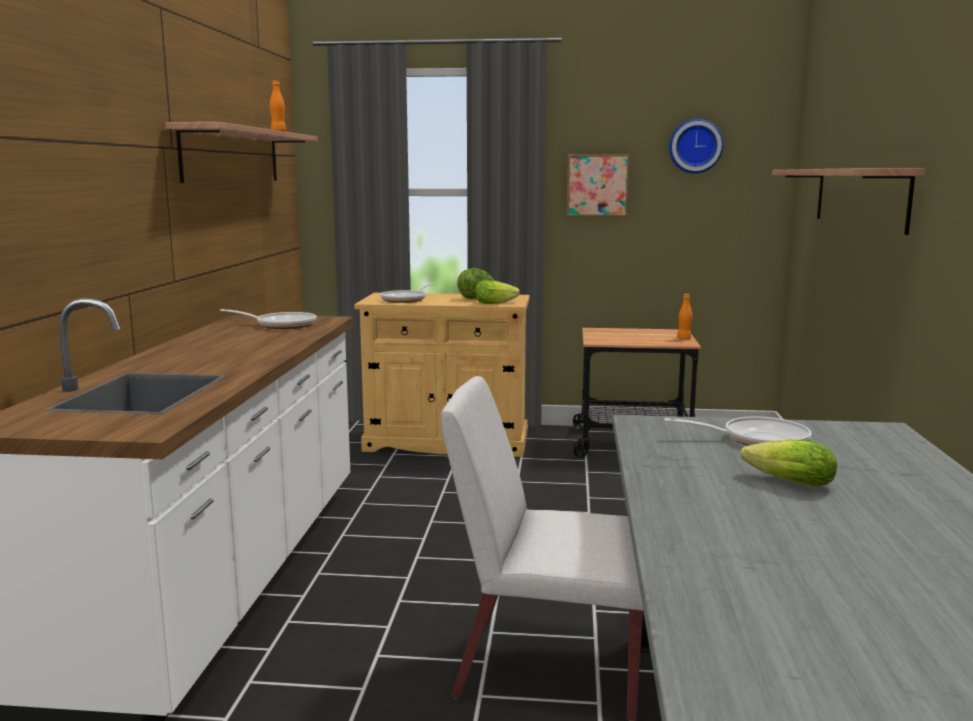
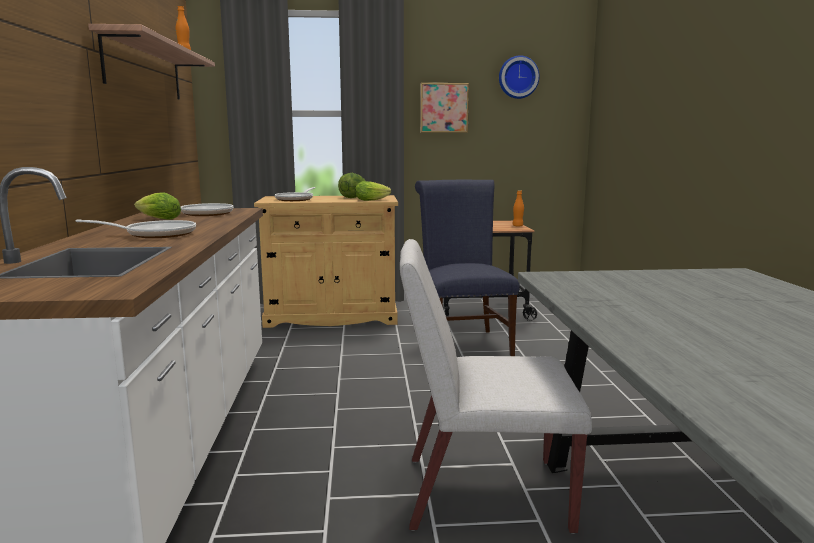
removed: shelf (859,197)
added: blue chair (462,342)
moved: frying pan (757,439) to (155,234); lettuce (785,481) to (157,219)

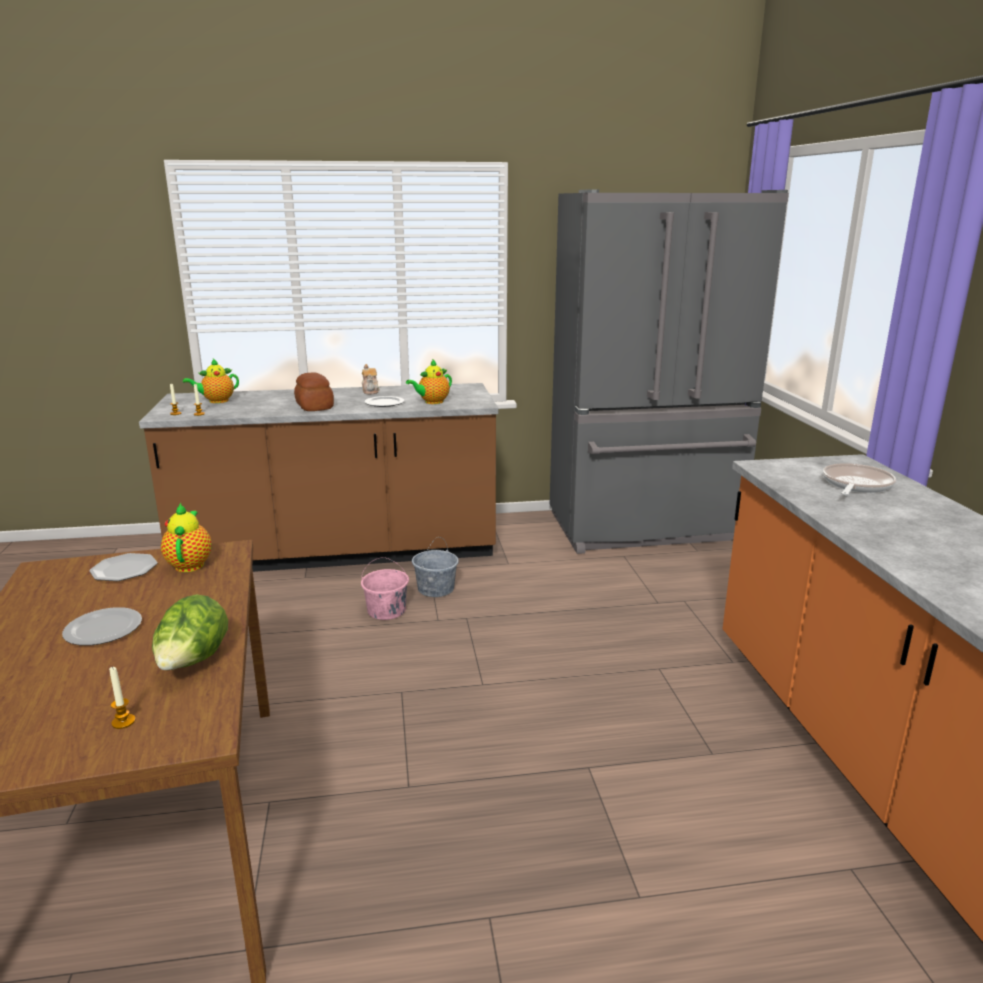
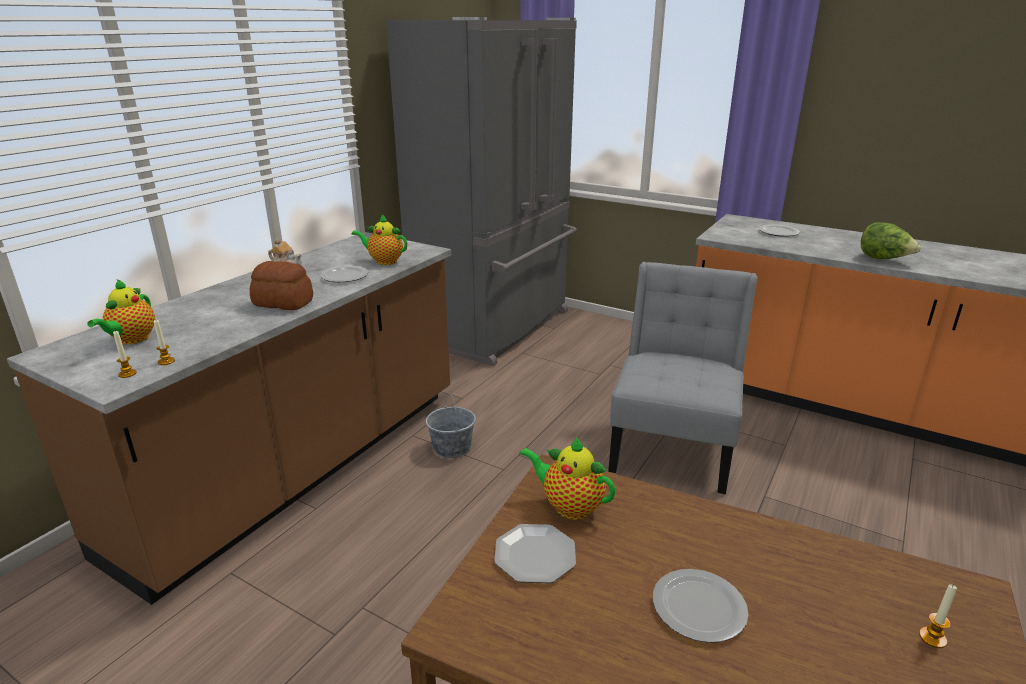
removed: pink bucket (387,611)
added: grey chair (673,445)
moved: lettuce (193,663) to (883,259)
replaced: frying pan (855,485) to plate (778,232)
turned: teapot (432,402) = (384,261) 105 degrees clockwise

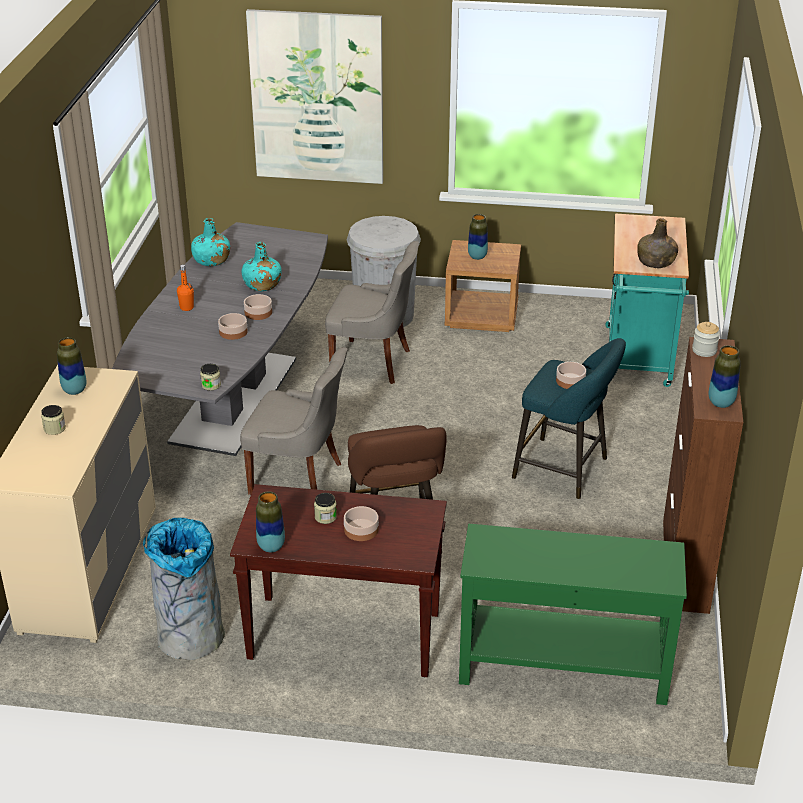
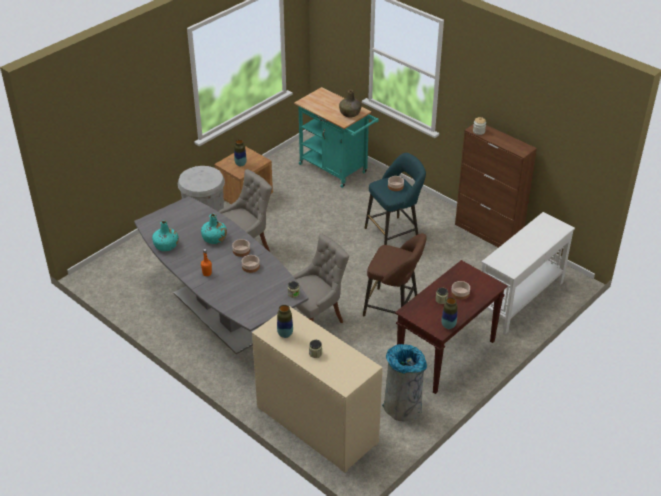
removed: picture (317,98); vase (721,403)
recoloured: green console table (562,667) to white console table (519,299)

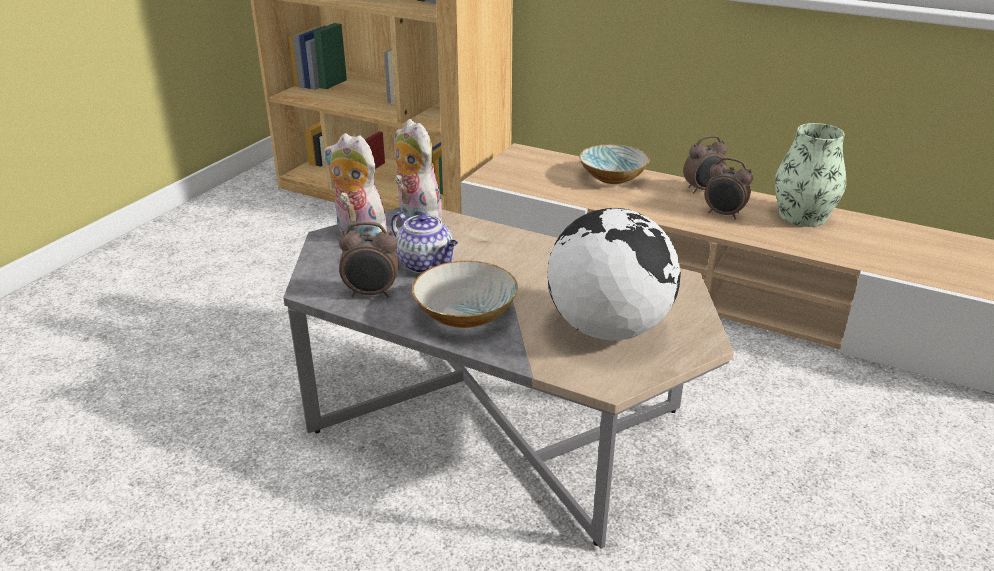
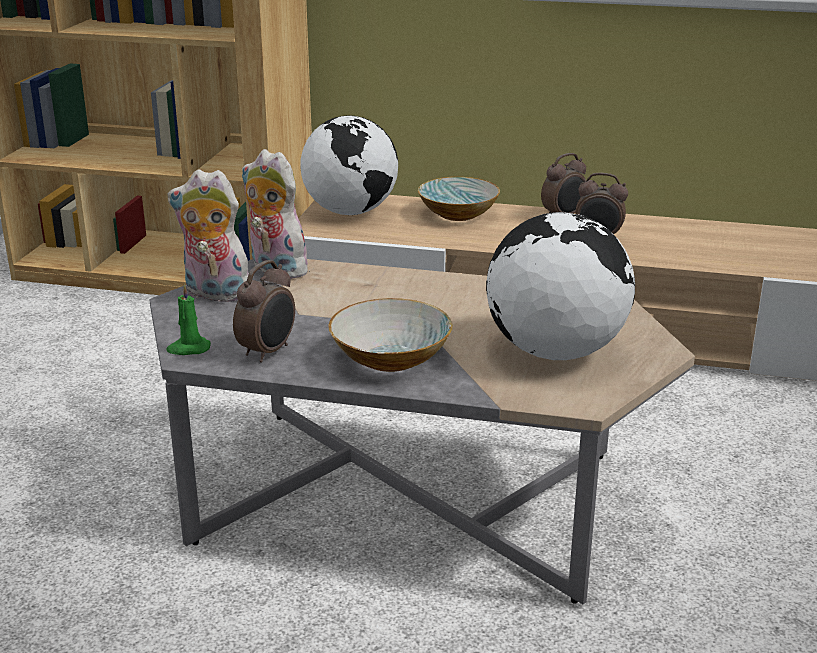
removed: vase (802,216); teapot (426,264)
added: globe (350,212); green candle (188,349)
turned: alarm clock (371,294) = (268,352) 45 degrees counterclockwise

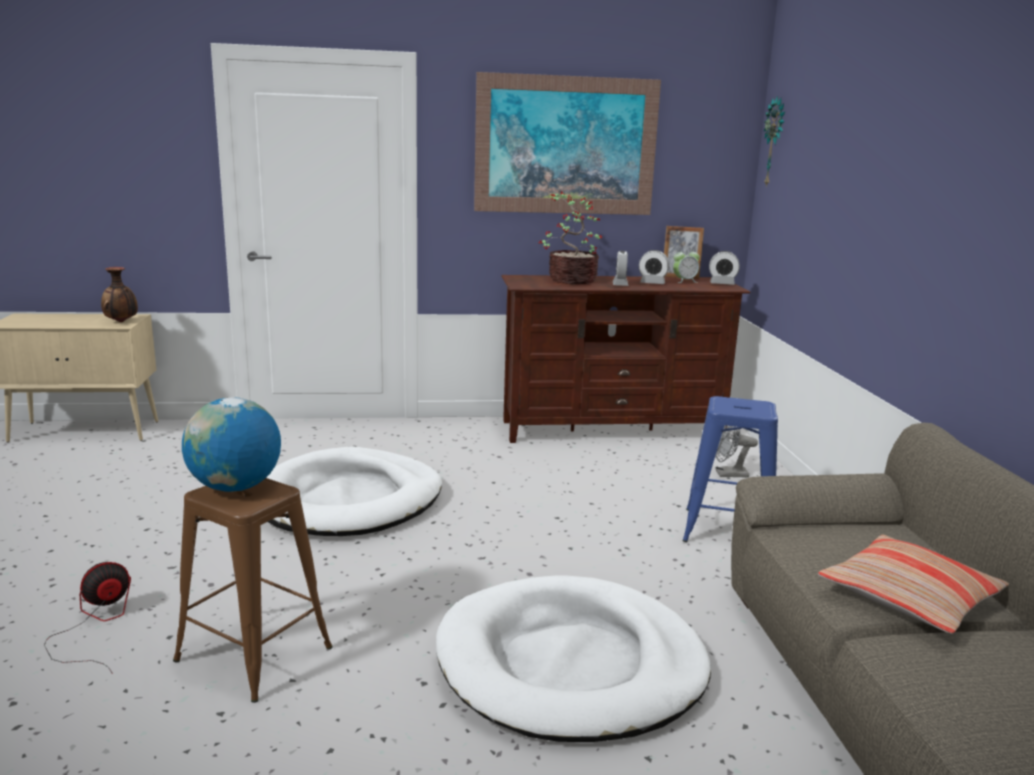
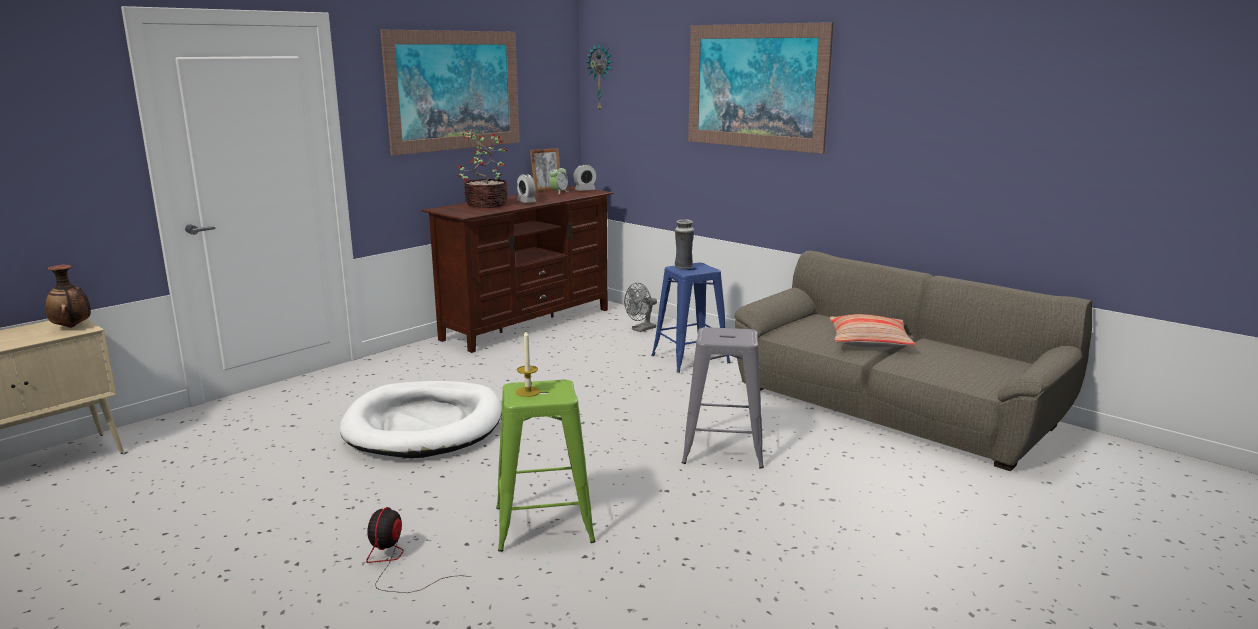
removed: alarm clock (652,283)
added: picture (755,86); vase (683,267)
replaced: globe (235,487) to candle (528,392); white dog bed (571,664) to grey stool (722,450)
recoloured: brown stool (255,654) to green stool (545,524)

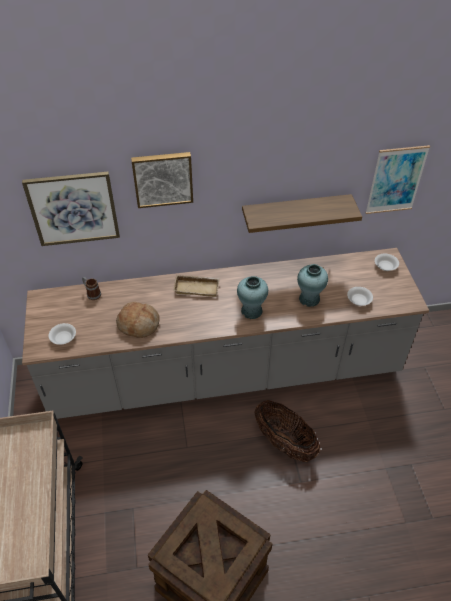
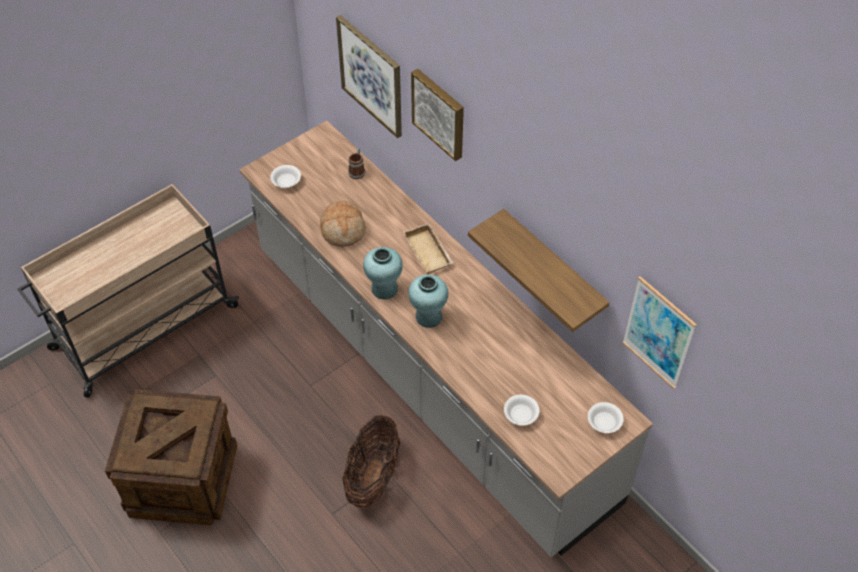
moved: turquoise vase (309,299) to (384,289)

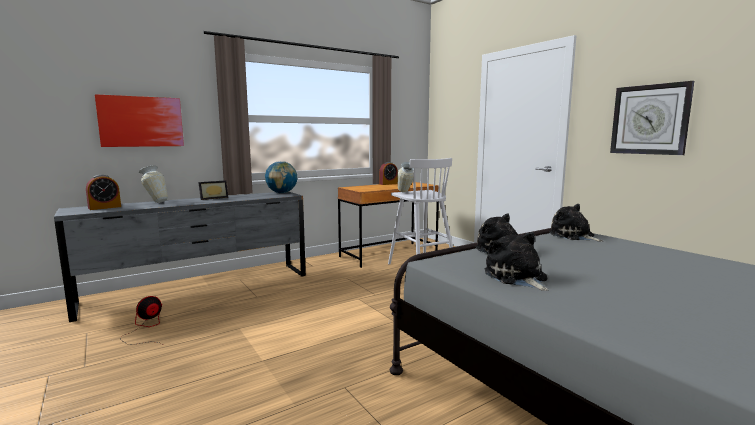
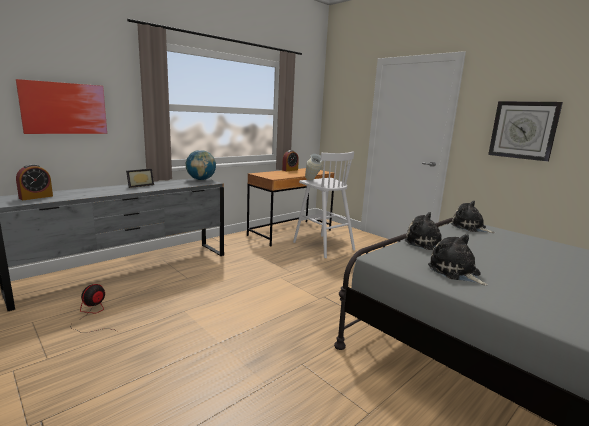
removed: vase (155,202)

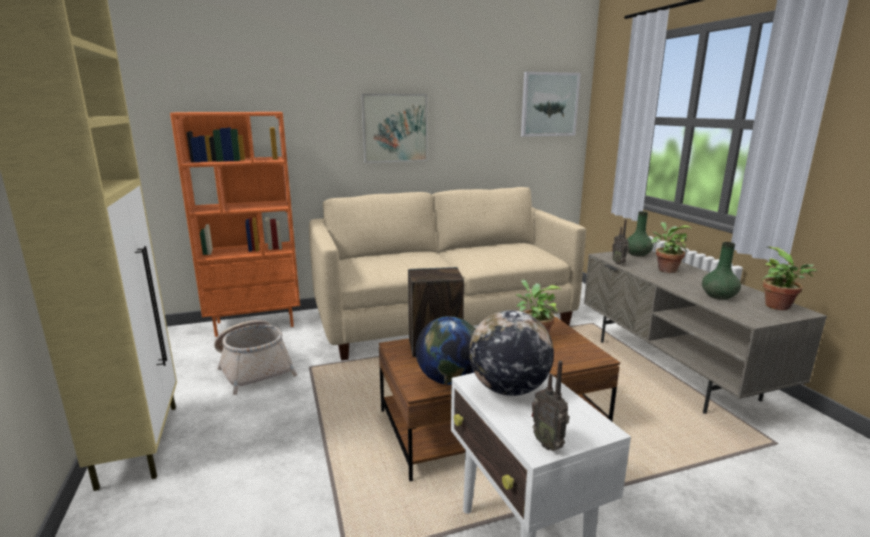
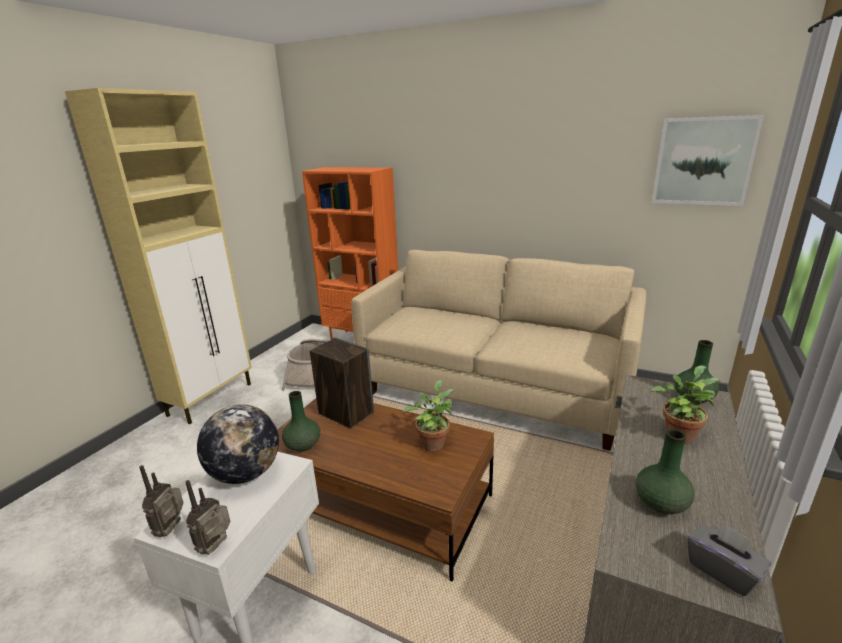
removed: picture (395,128)
moved: radio (619,263) to (218,547)
replaced: potted plant (780,307) to grey tissue box (722,570); globe (449,380) to green vase (303,445)

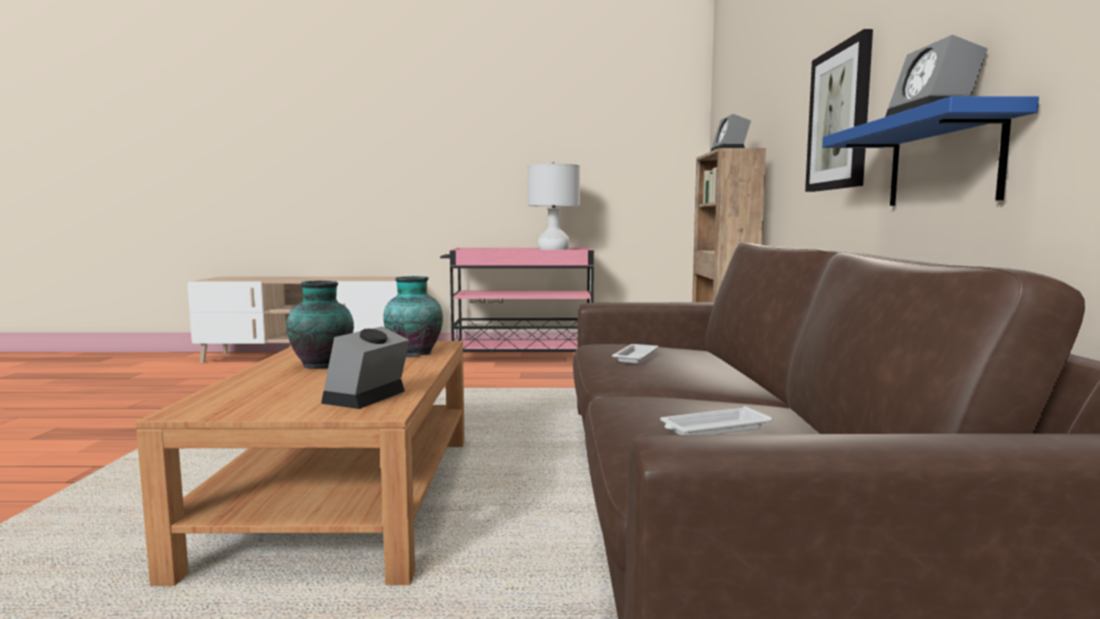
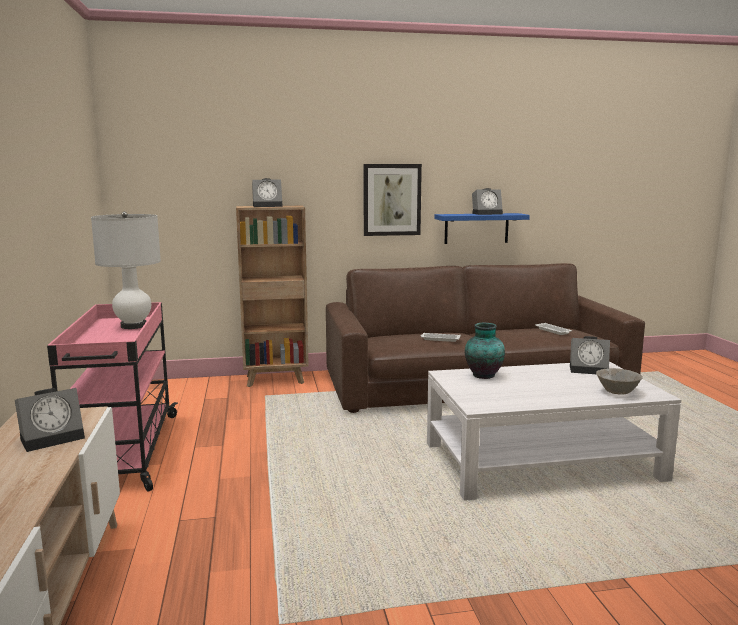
removed: vase (323,365)
added: grey bowl (617,392); alarm clock (54,437)
recoloured: brown coffee table (346,497) to white coffee table (542,461)

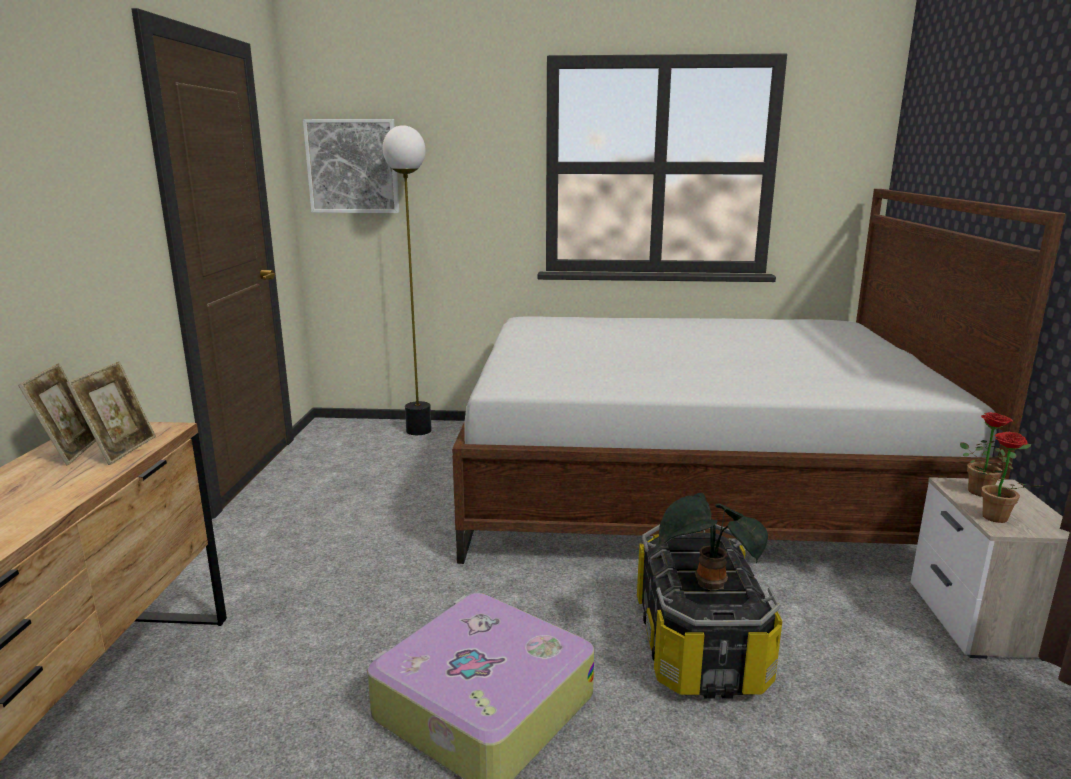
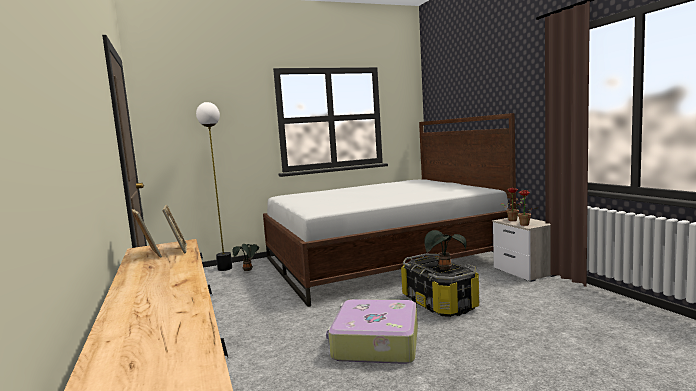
removed: picture (352,166)
added: potted plant (248,270)

